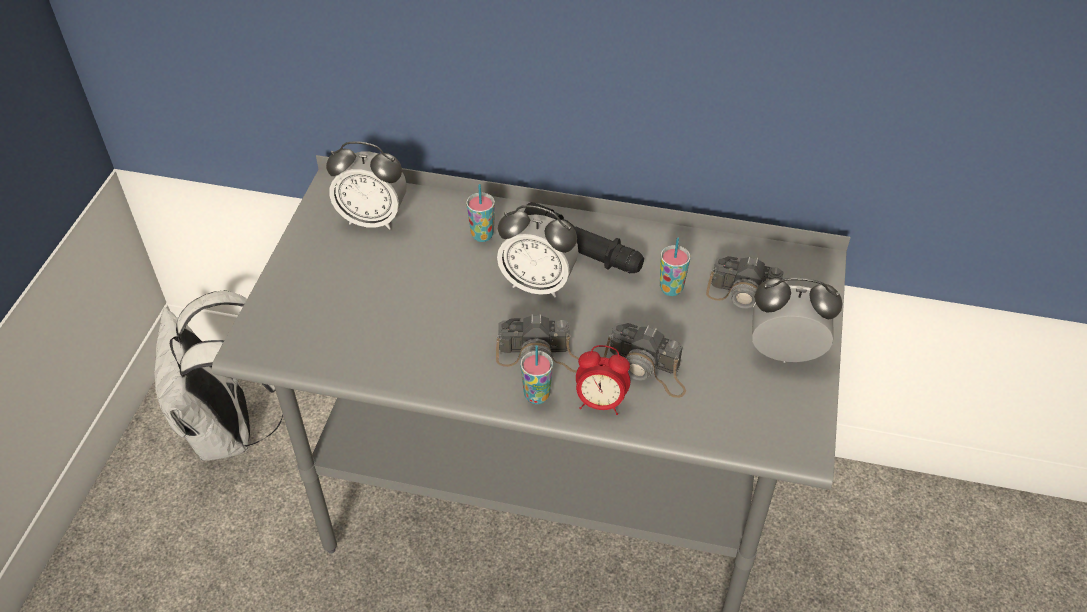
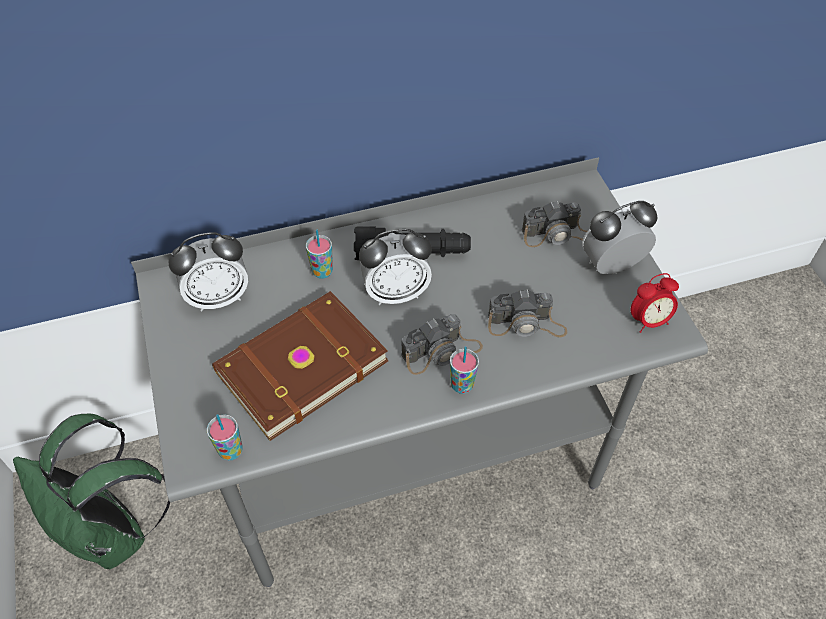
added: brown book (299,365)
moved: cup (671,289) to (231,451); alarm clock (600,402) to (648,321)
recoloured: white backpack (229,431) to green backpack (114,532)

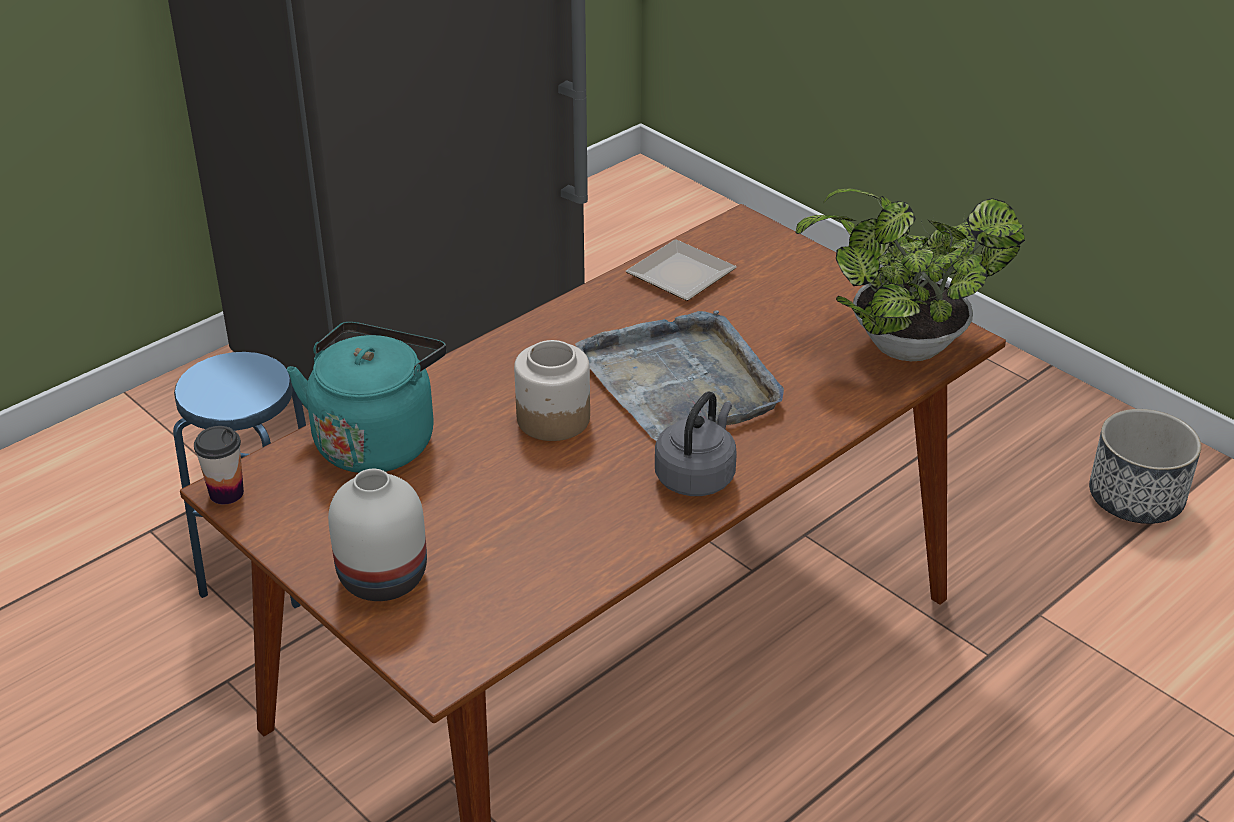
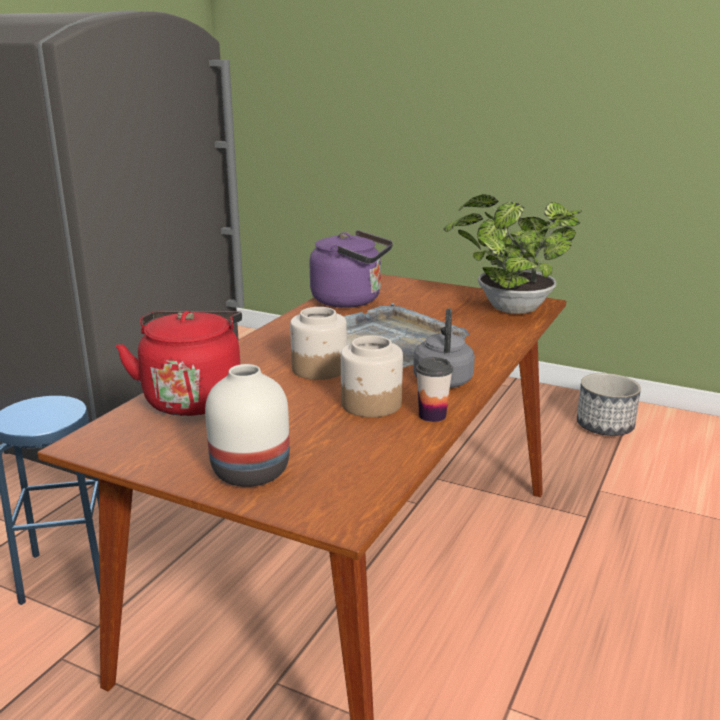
added: jar (371,404)
moved: cup (226,493) to (432,415)
replaced: plate (681,277) to purple kettle (351,300)
recoloured: turquoise kettle (377,439) to red kettle (193,398)

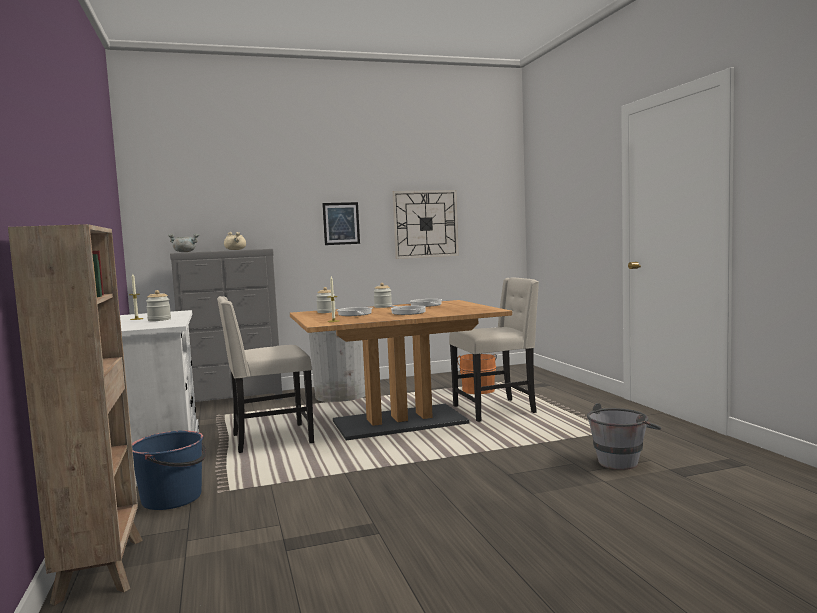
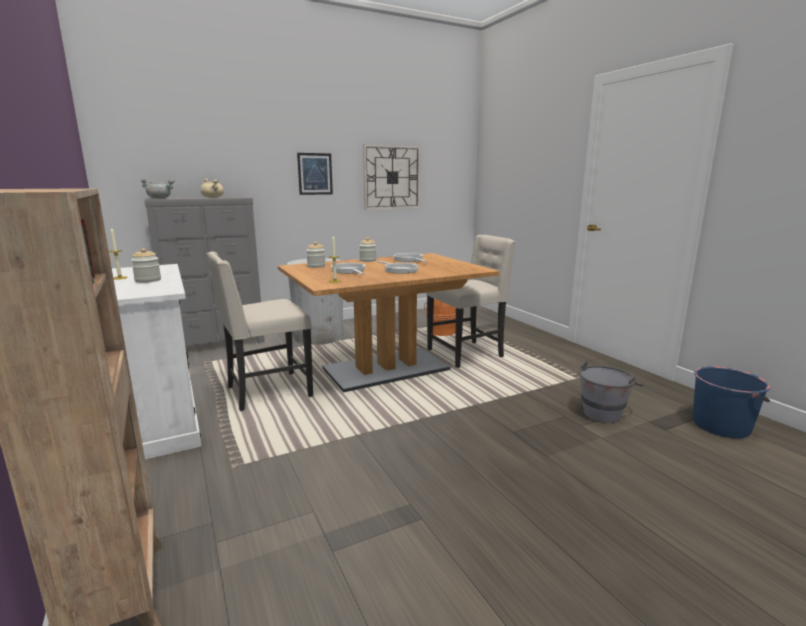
moved: blue bucket (173,498) to (721,425)

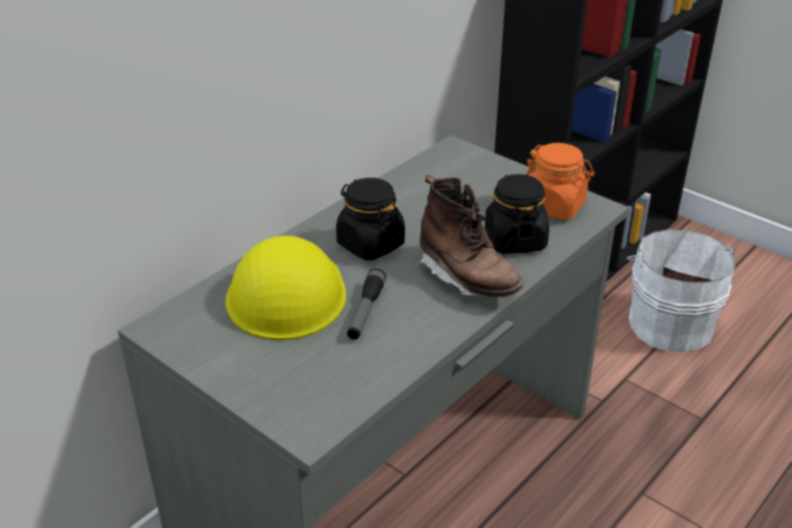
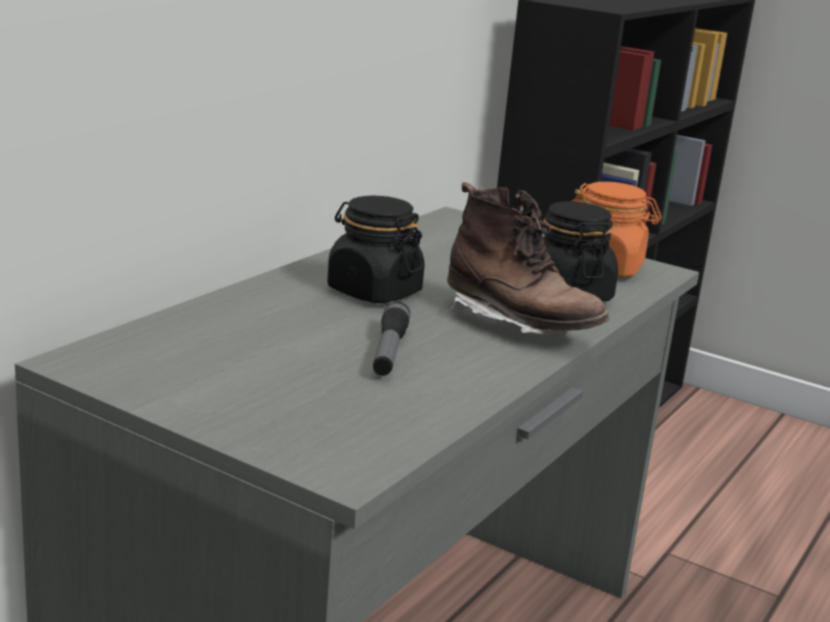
removed: white bucket (669,322); yellow hard hat (286,294)

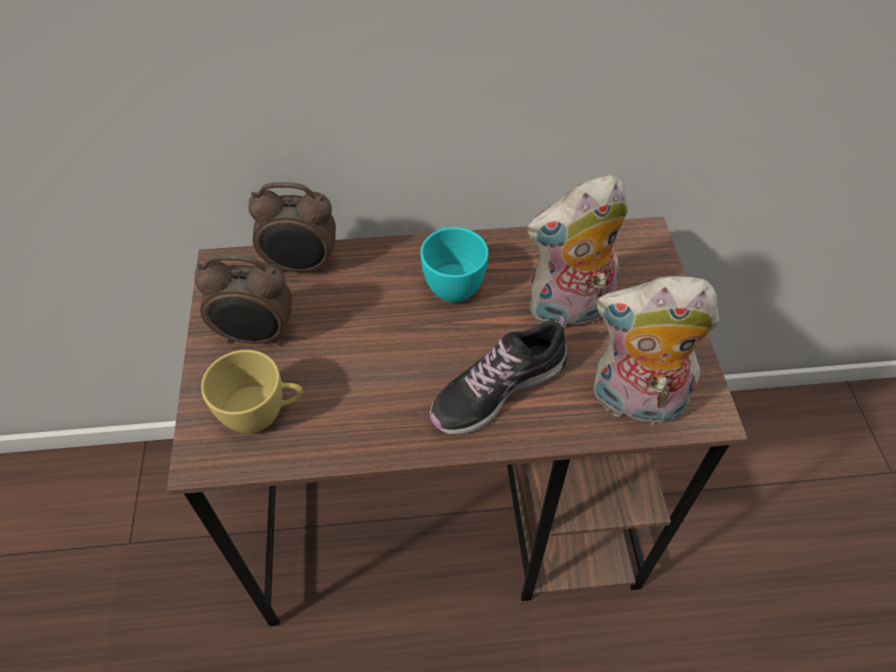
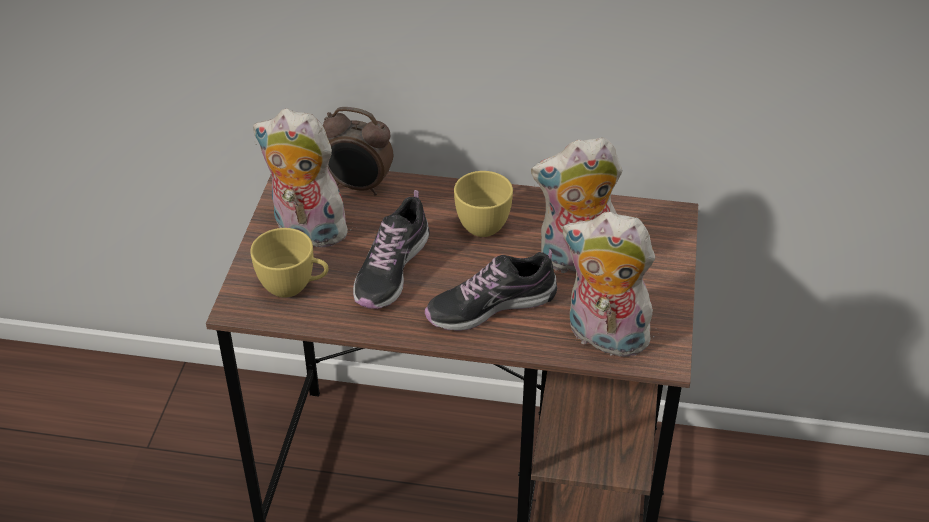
added: shoe (391,269)
replaced: alarm clock (257,336) to plush toy (305,231)
recoloured: turquoise cup (452,282) to yellow cup (483,221)

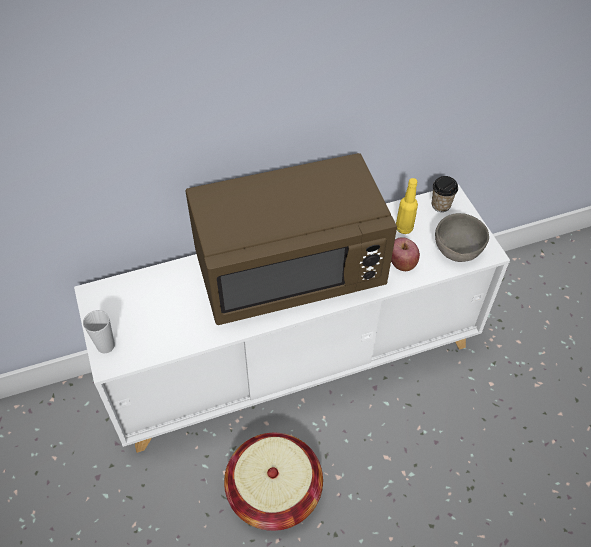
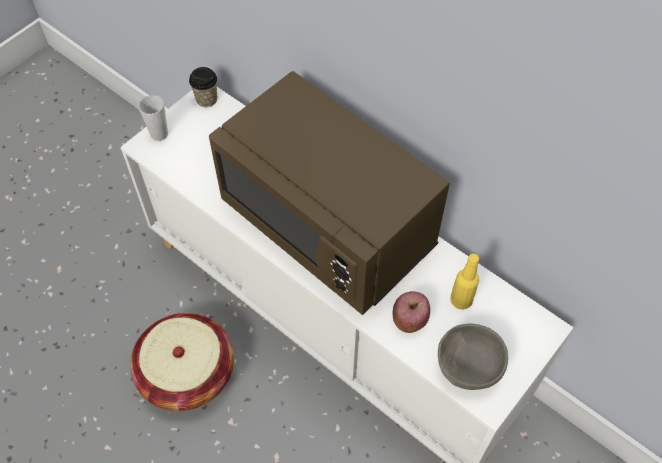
moved: cup (441,205) to (206,99)

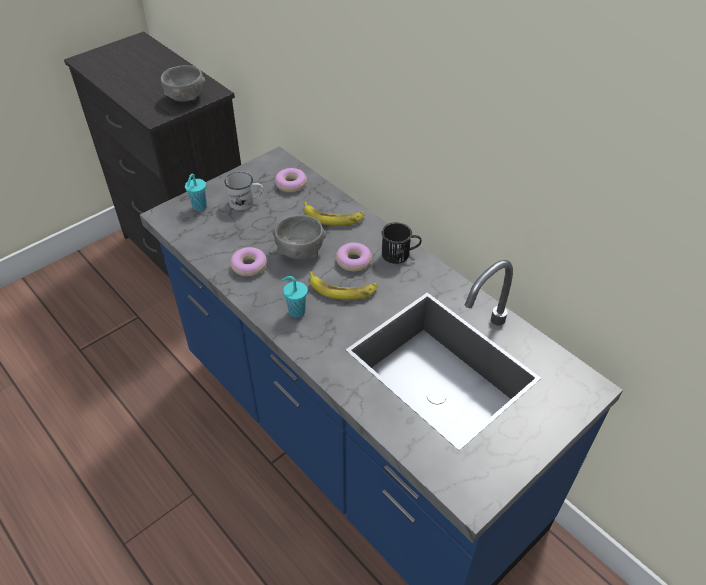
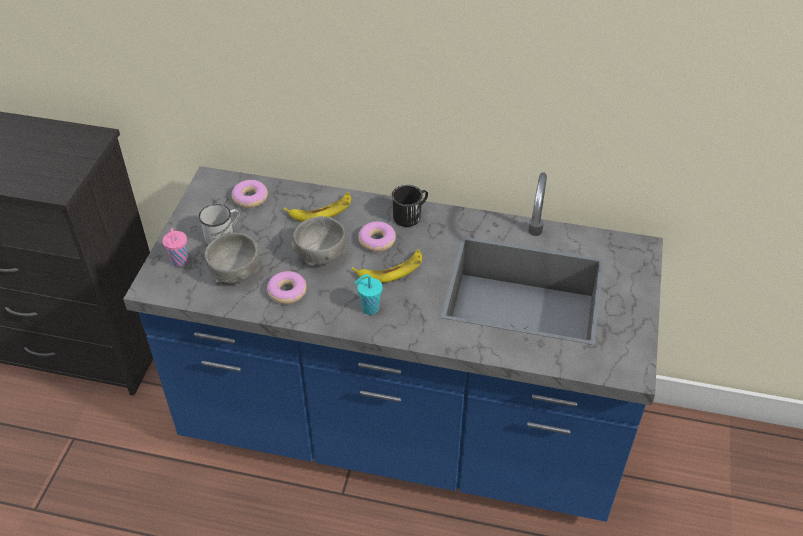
moved: grey bowl (185,97) to (235,273)
recoloured: turquoise cup (199,207) to pink cup (180,262)

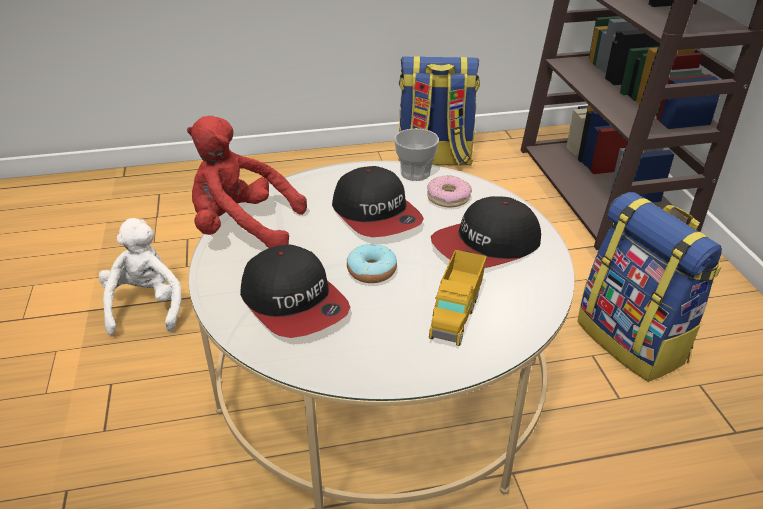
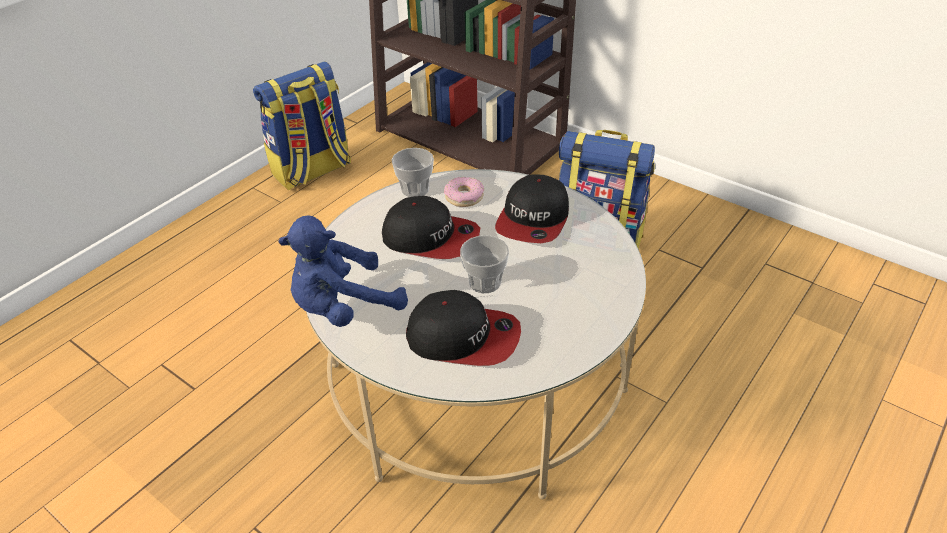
removed: white plush toy (146,306); toy truck (456,314)
replaced: donut (371,271) to cup (484,282)
recoloured: red plush toy (243,229) to blue plush toy (343,307)

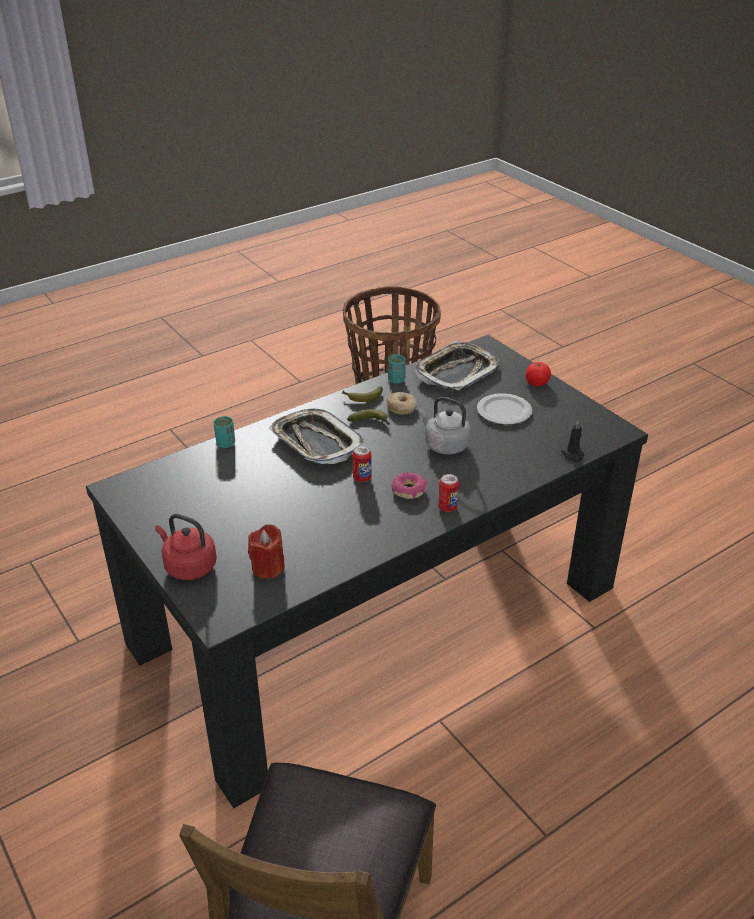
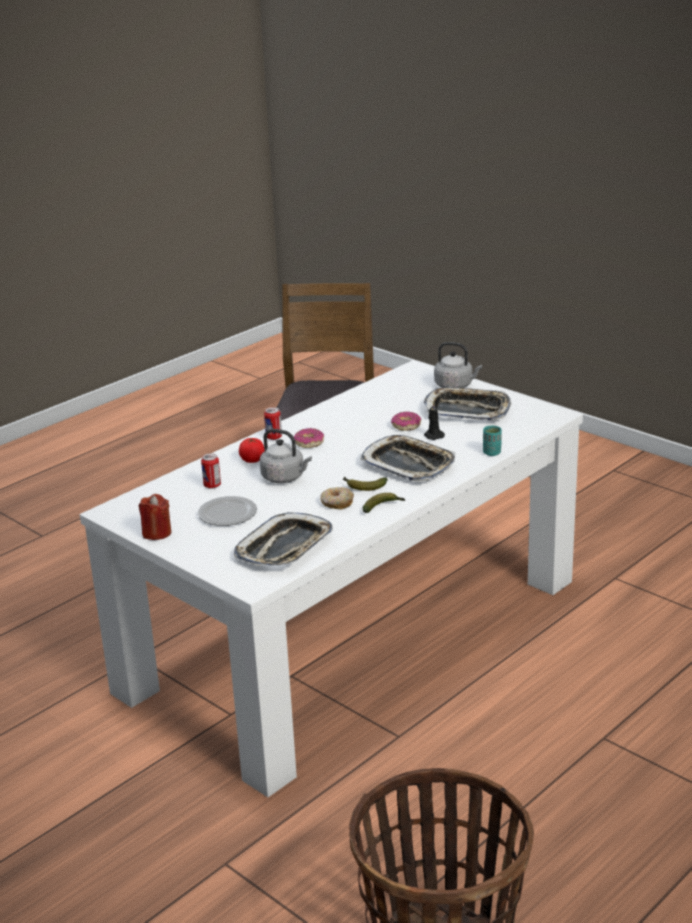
removed: turquoise cup (396,380)
added: tray (467,410); donut (406,426)
moved: tomato (537,383) to (252,460); black candle (573,454) to (433,435); can (362,478) to (212,485); red candle (268,567) to (157,533)
recoloured: black dining table (376,615) to white dining table (353,635); red kettle (188,566) to grey kettle (455,386)

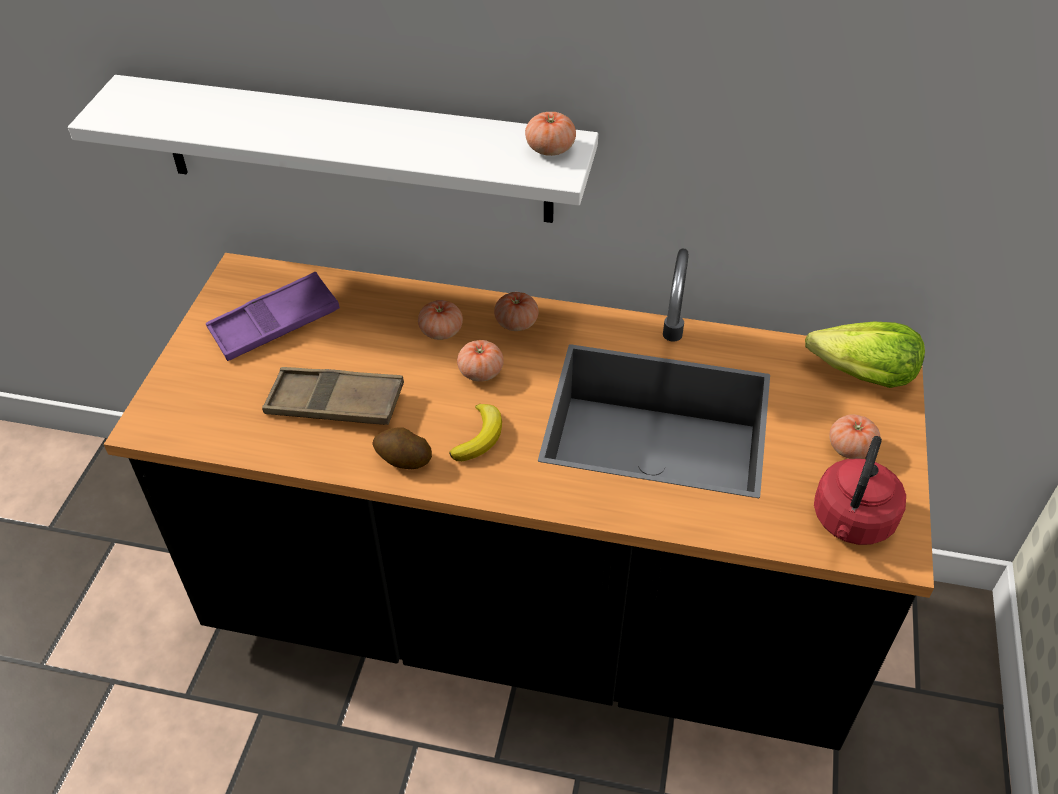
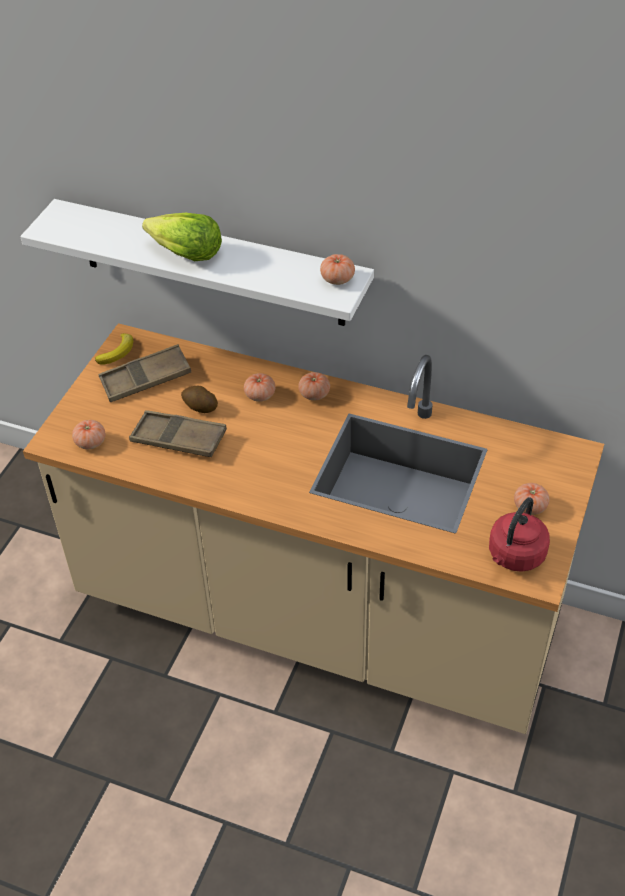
moved: lettuce (862,375) to (185,254); tomato (480,372) to (90,442); banana (479,436) to (117,352); potato (403,460) to (200,407)
recoloured: black counter (529,615) to beige counter (317,614); purple tray (275,324) to brown tray (145,379)

